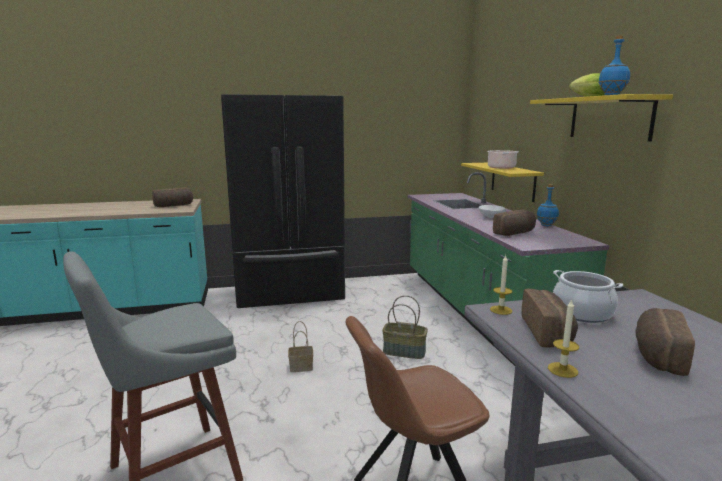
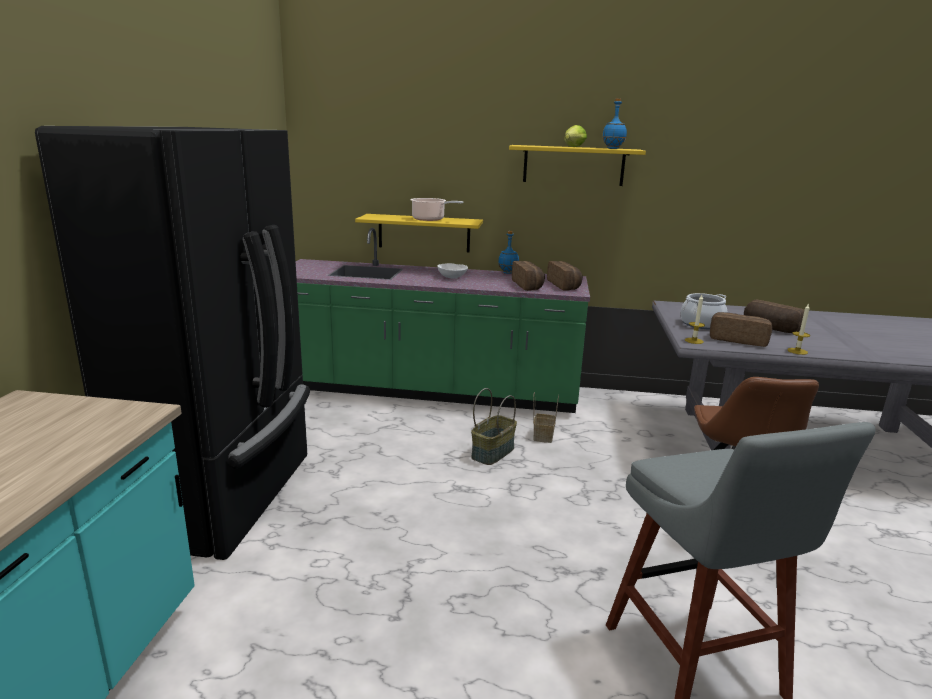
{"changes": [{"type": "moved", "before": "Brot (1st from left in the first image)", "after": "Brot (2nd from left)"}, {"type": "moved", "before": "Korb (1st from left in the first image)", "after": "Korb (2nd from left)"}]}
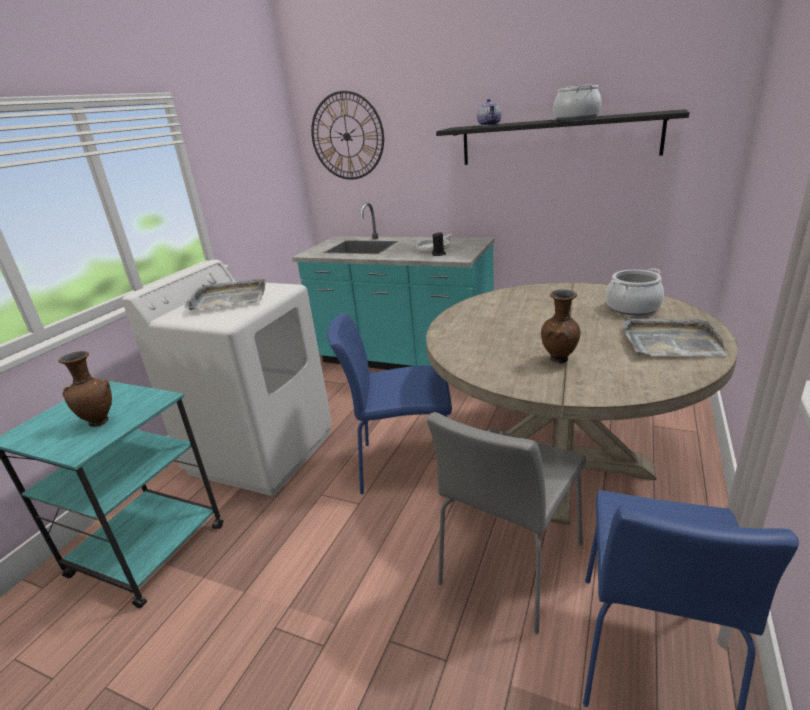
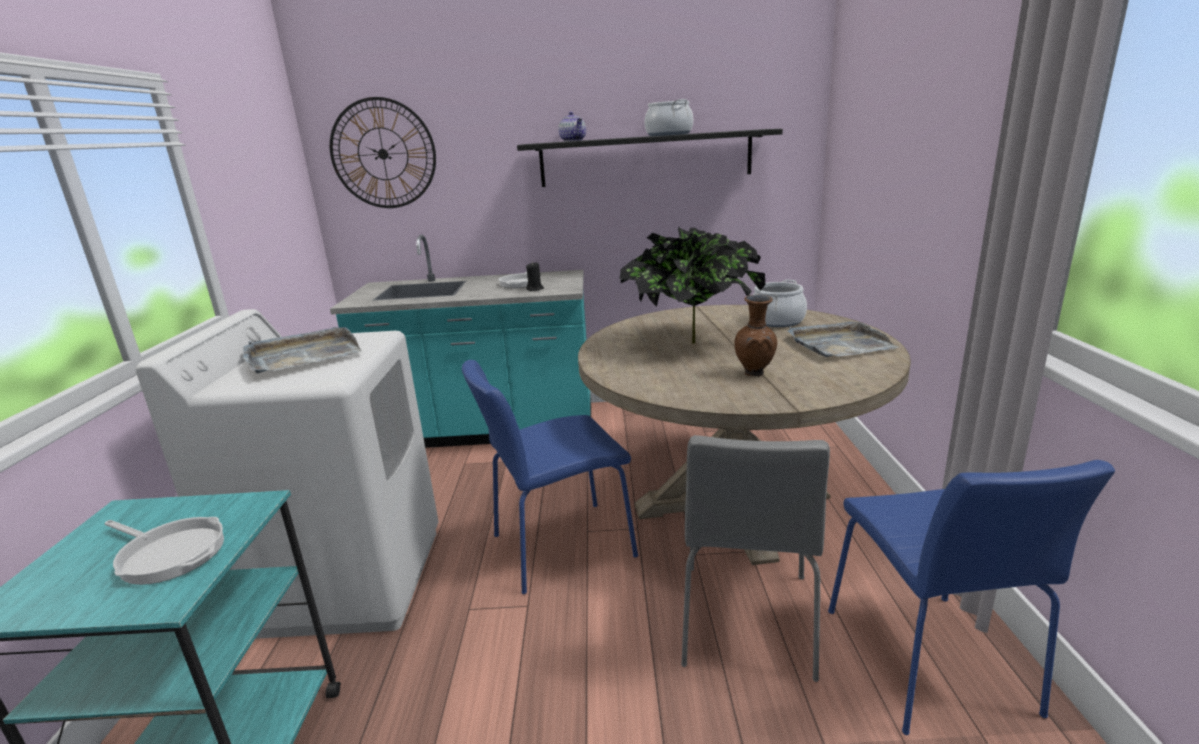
{"changes": [{"type": "replaced", "before": "Vase/braun (1st from left)", "after": "Pfanne (1st from left)"}, {"type": "added", "after": "Topfpflanze"}]}
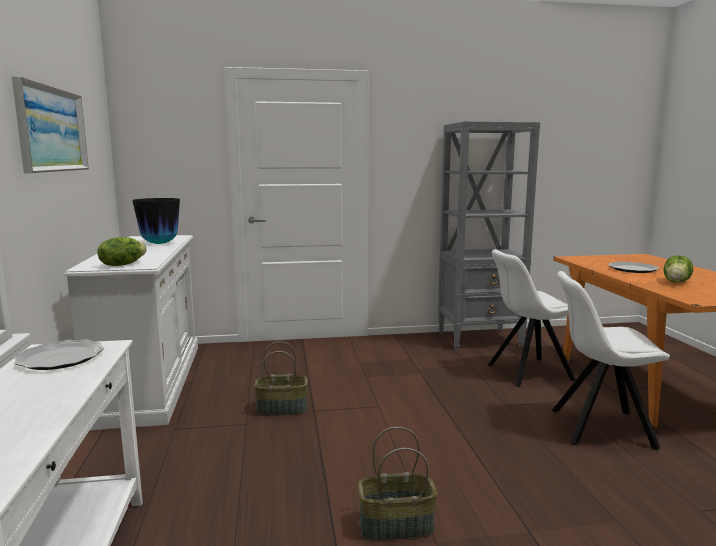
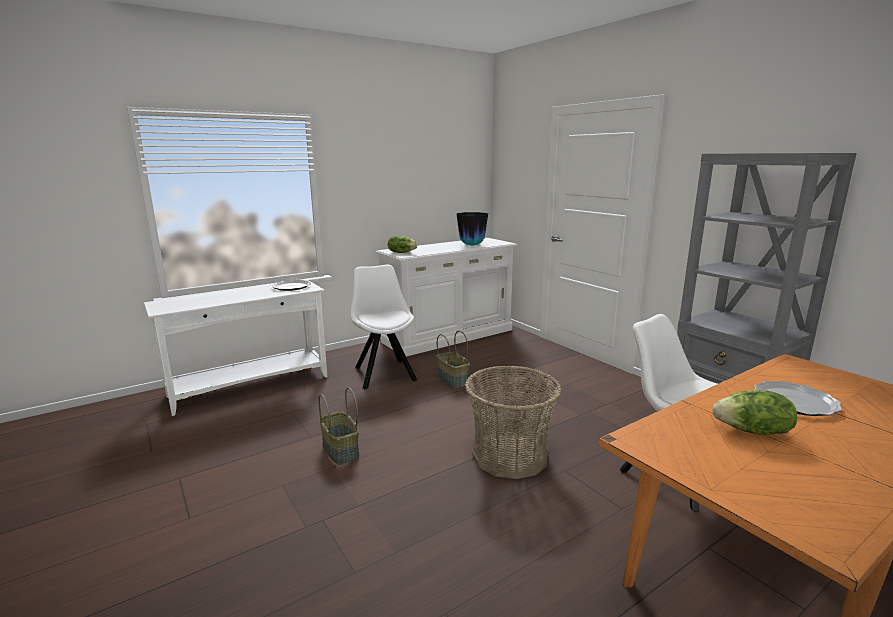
{"changes": [{"type": "removed", "before": "Bild"}, {"type": "moved", "before": "Stuhl/weiß (2nd from left in the first image)", "after": "Stuhl/weiß (1st from left)"}, {"type": "added", "after": "Korb (3rd from left)"}]}
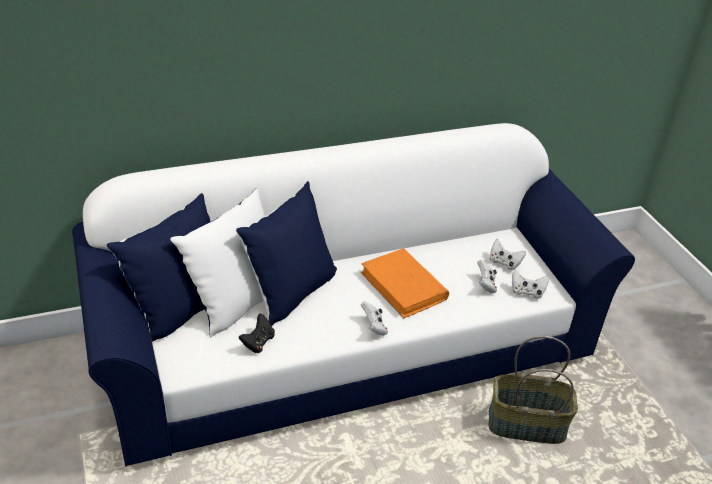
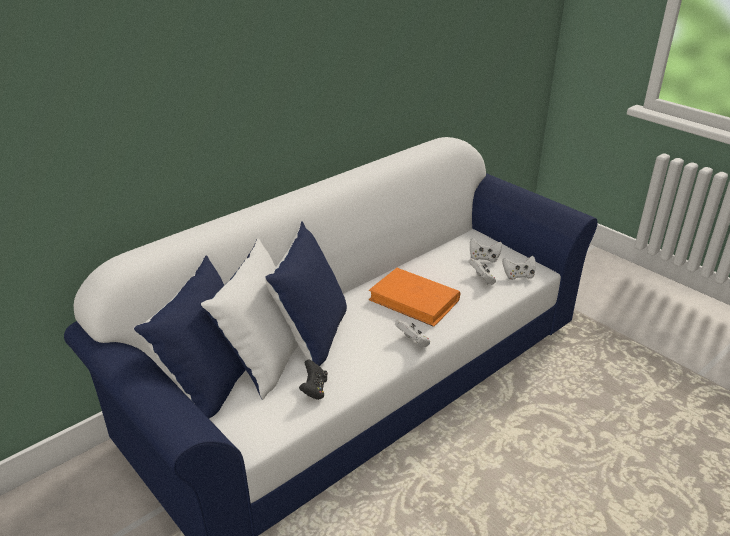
{"changes": [{"type": "removed", "before": "Korb"}]}
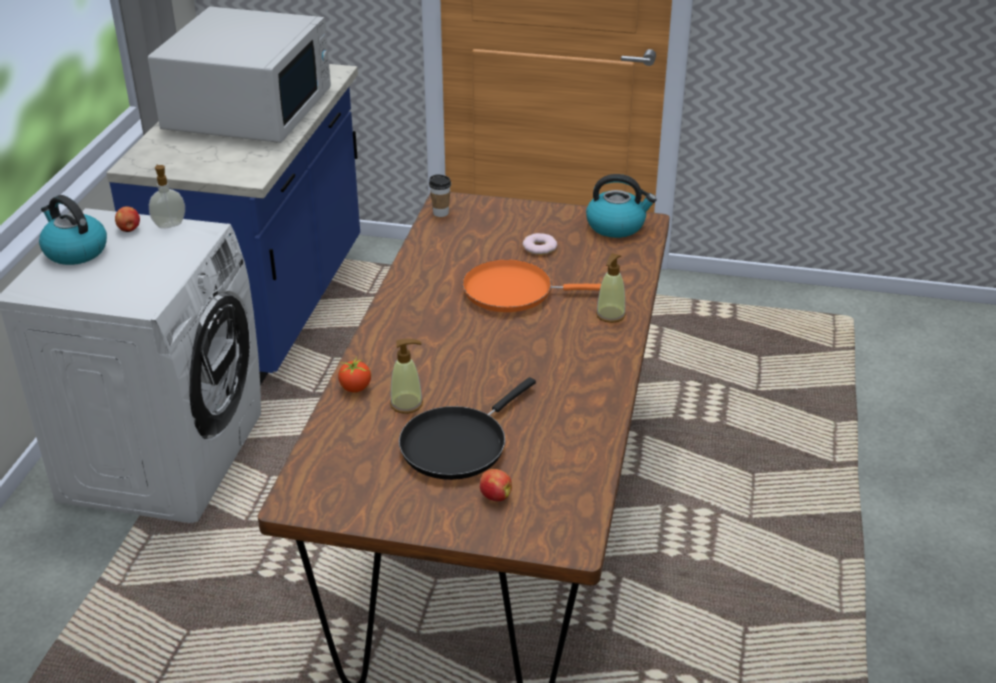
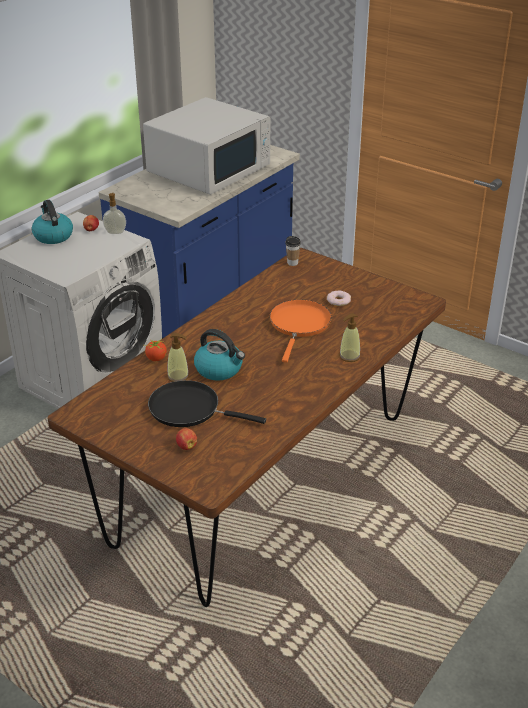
{"changes": [{"type": "moved", "before": "Wasserkessel (2nd from left)"}, {"type": "turned", "before": "Pfanne/orange", "turn": 75}, {"type": "turned", "before": "Pfanne/schwarz", "turn": 45}]}
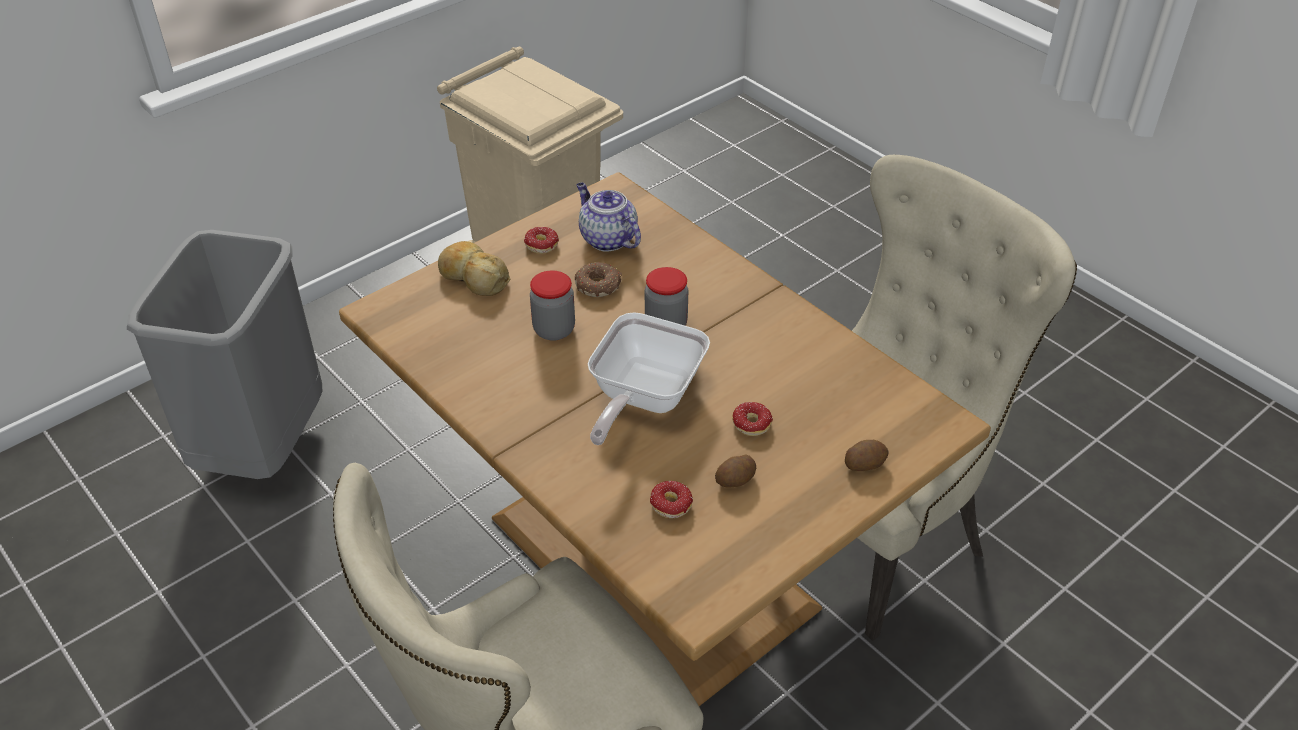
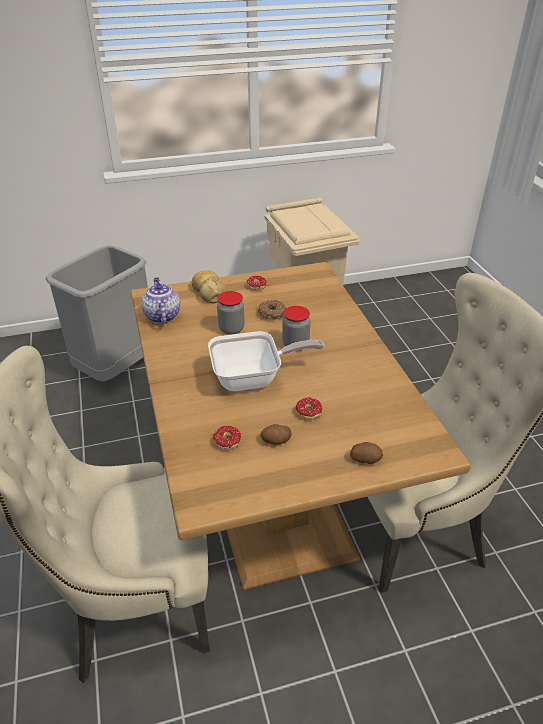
{"changes": [{"type": "moved", "before": "Teekanne"}, {"type": "turned", "before": "Pfanne", "turn": -150}]}
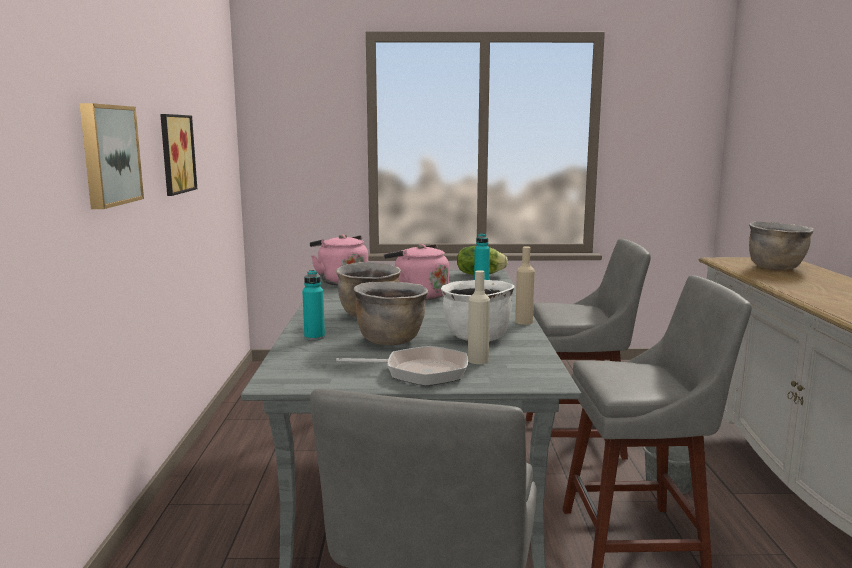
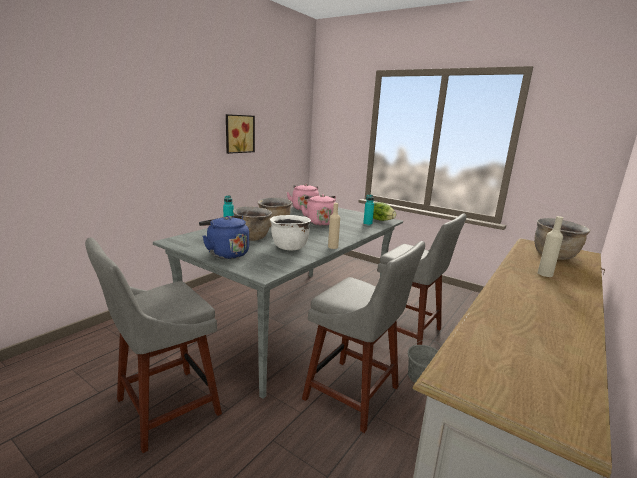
{"changes": [{"type": "removed", "before": "Bild (1st from left)"}, {"type": "moved", "before": "Flasche/beige (1st from left in the first image)", "after": "Flasche/beige (2nd from left)"}, {"type": "replaced", "before": "Pfanne", "after": "Wasserkessel/blau"}]}
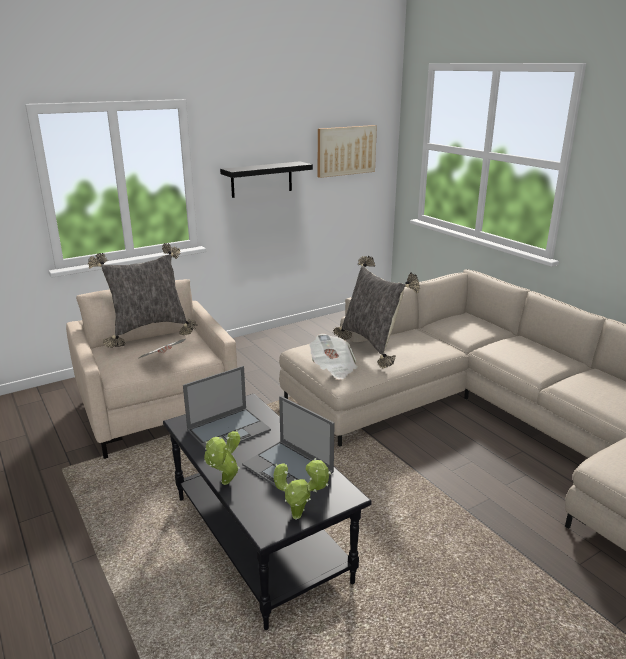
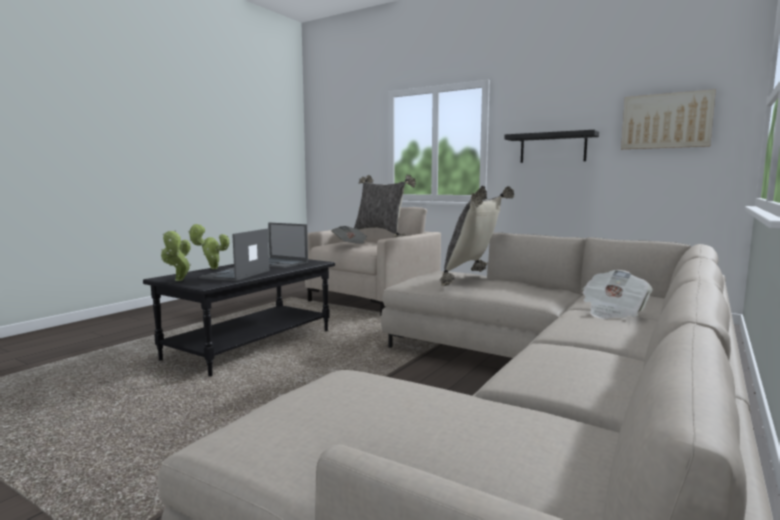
{"changes": [{"type": "moved", "before": "Zeitung (2nd from left)"}]}
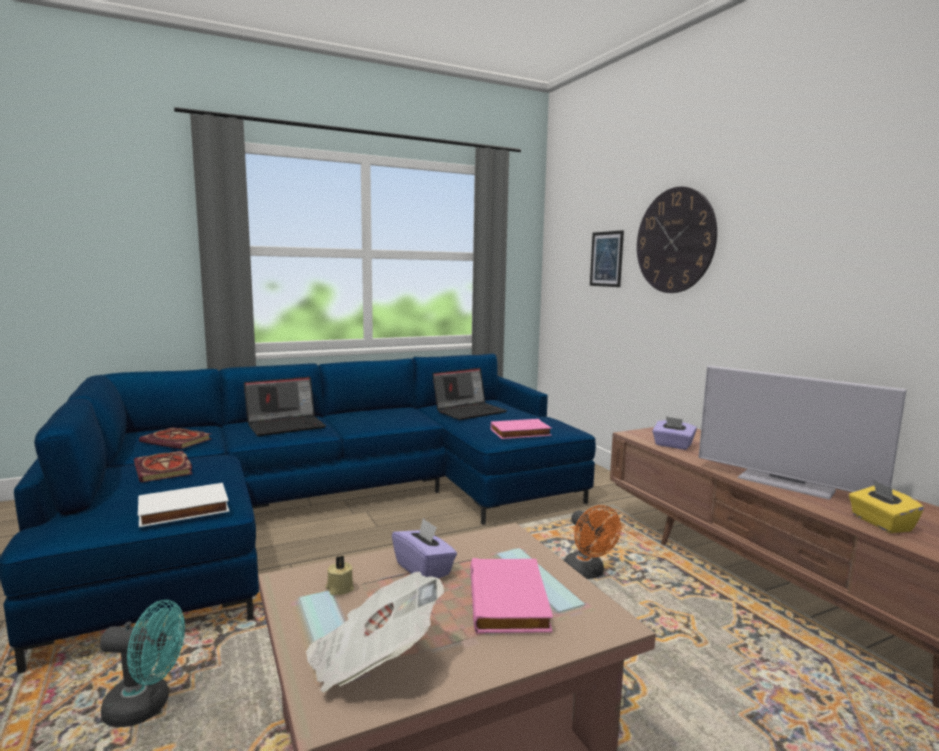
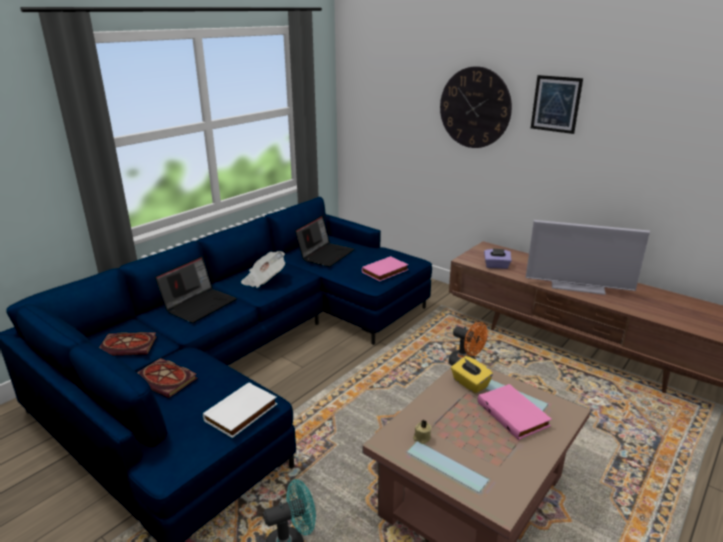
{"changes": [{"type": "moved", "before": "Bild"}, {"type": "moved", "before": "Taschentuchbox/gelb"}, {"type": "removed", "before": "Taschentuchbox/lila (1st from left)"}, {"type": "moved", "before": "Zeitung"}]}
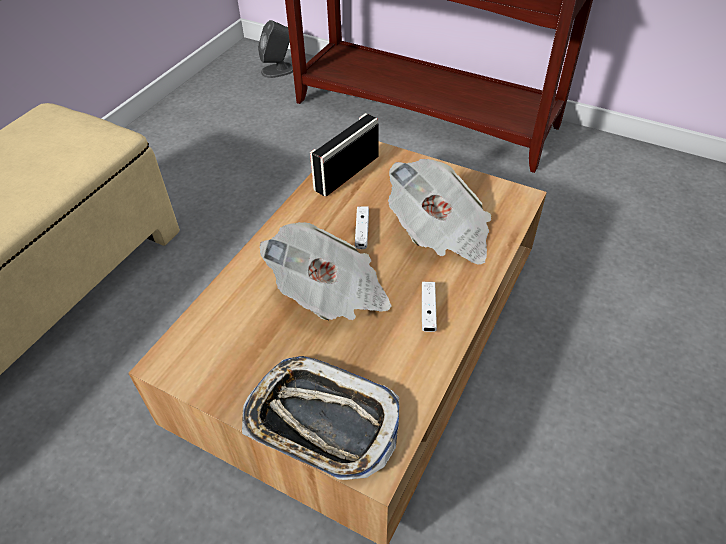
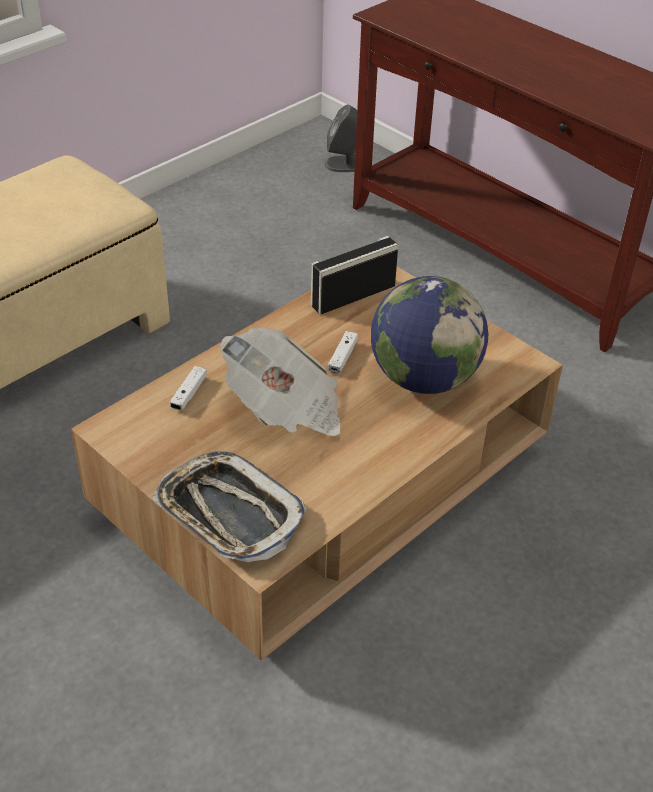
{"changes": [{"type": "replaced", "before": "Zeitung (2nd from left)", "after": "Globus"}, {"type": "moved", "before": "Gamepad/weiß (2nd from left in the first image)", "after": "Gamepad/weiß (1st from left)"}]}
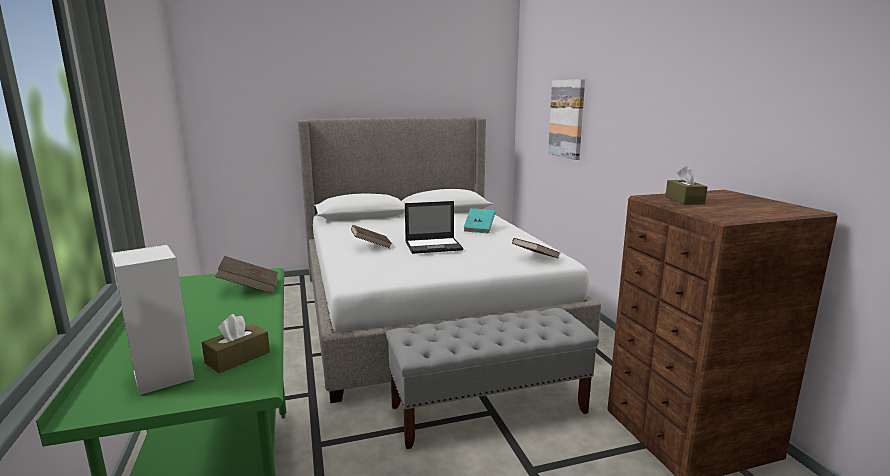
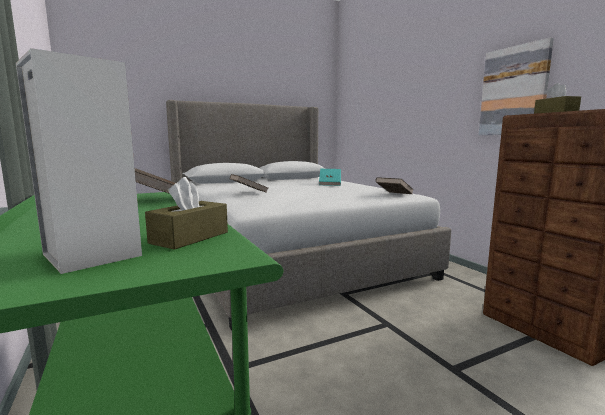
{"changes": [{"type": "moved", "before": "Bild"}, {"type": "removed", "before": "Laptop"}, {"type": "removed", "before": "Bank/grau"}]}
